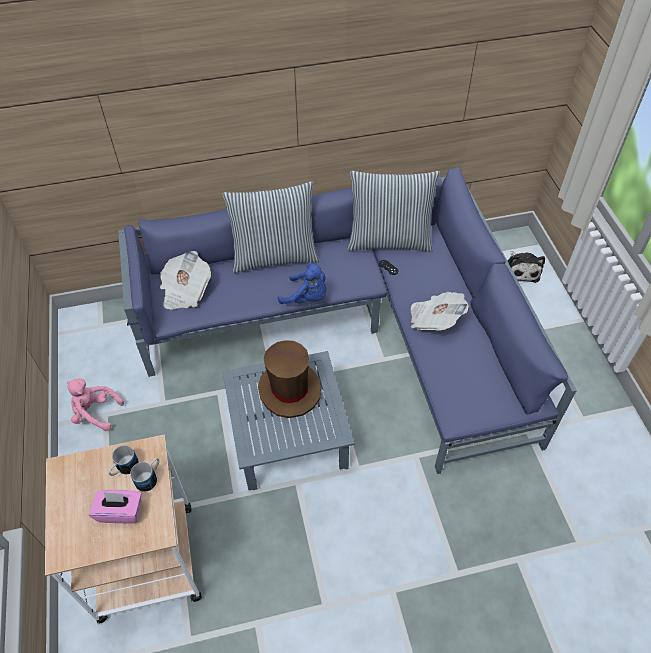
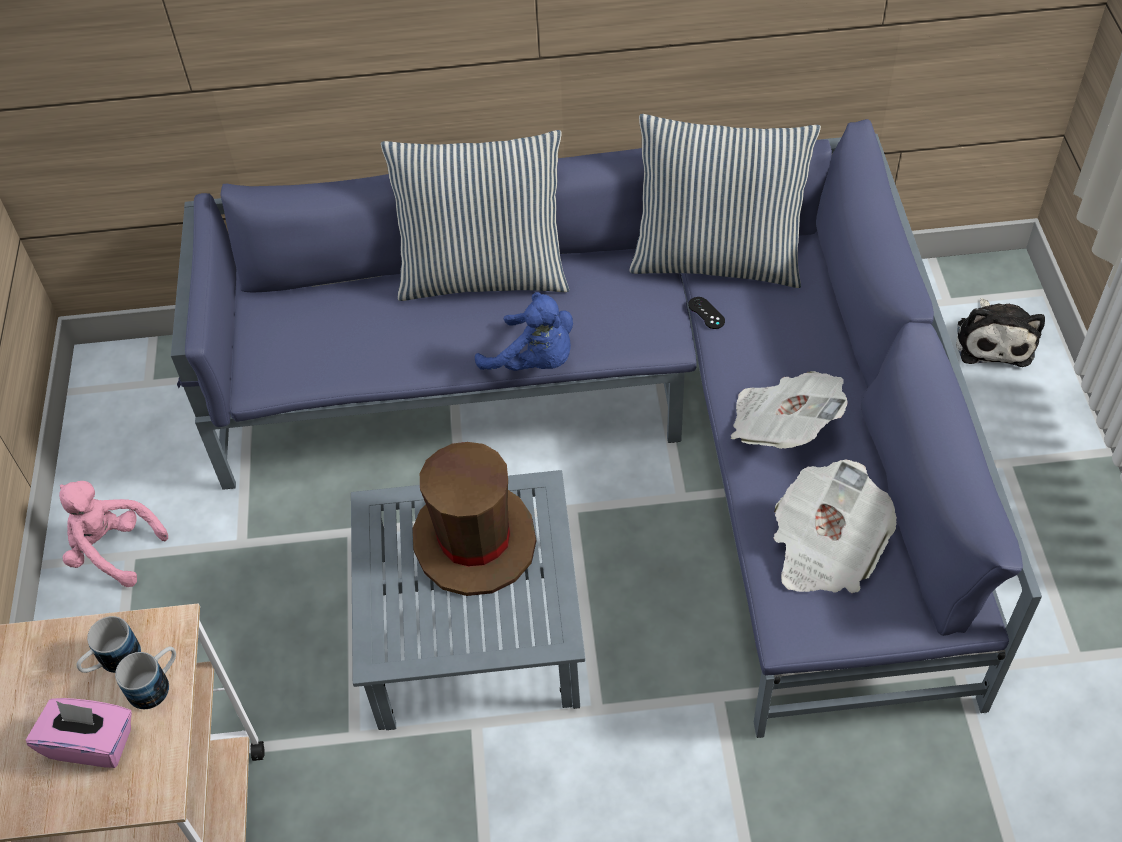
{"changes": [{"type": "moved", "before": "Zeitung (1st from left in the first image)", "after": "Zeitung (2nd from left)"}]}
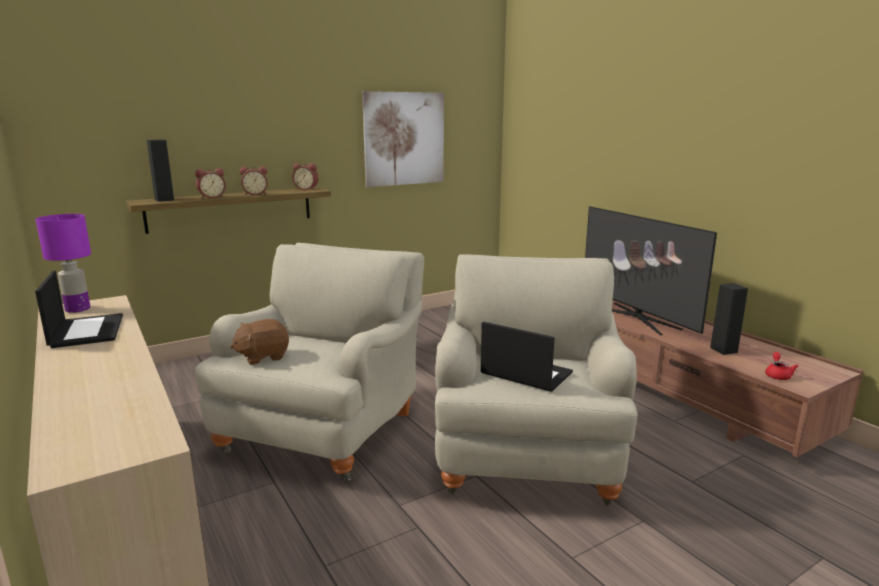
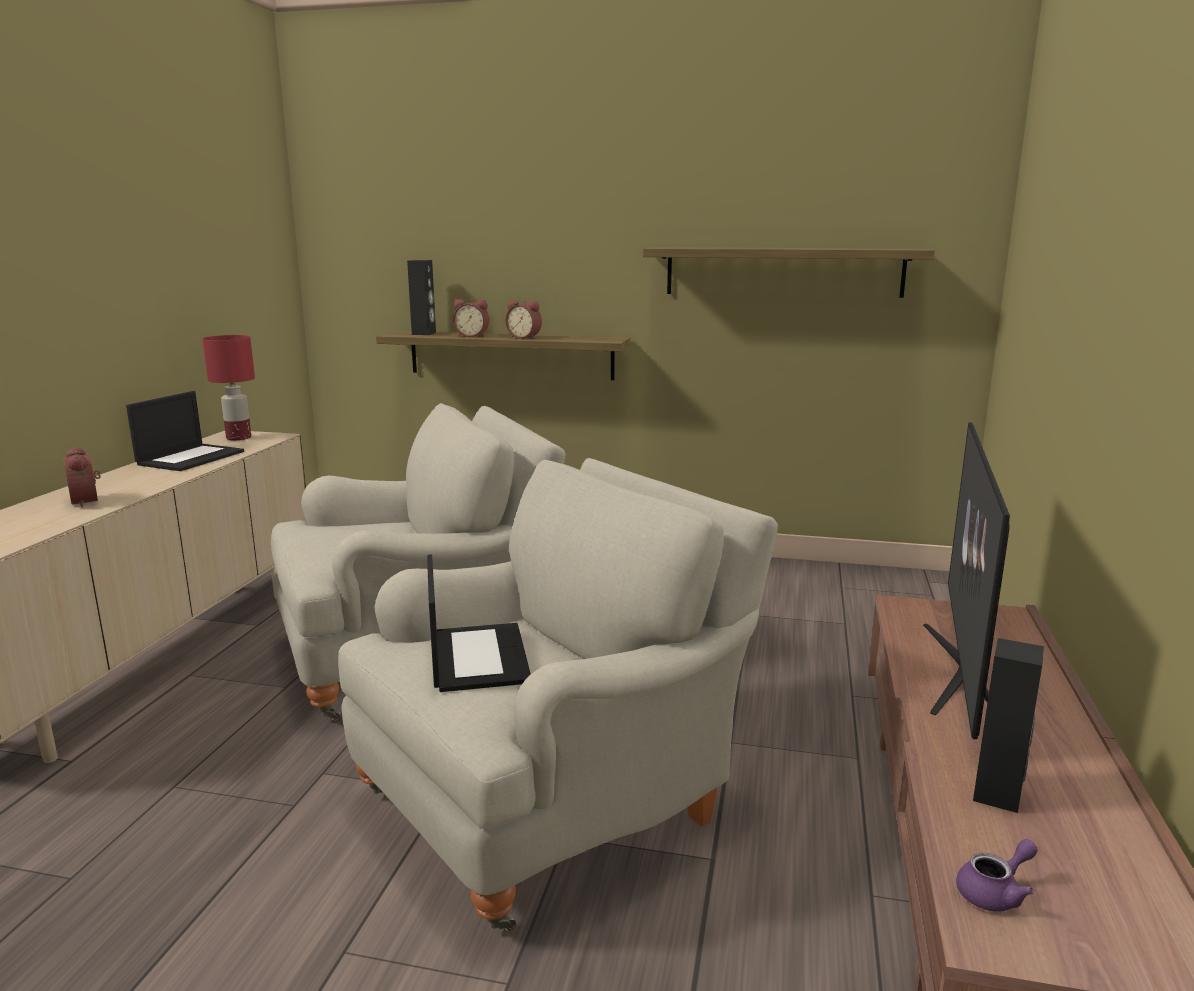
{"changes": [{"type": "replaced", "before": "Bild", "after": "Wandregal (2nd from left)"}, {"type": "moved", "before": "Wecker (3rd from left in the first image)", "after": "Wecker (1st from left)"}, {"type": "recoloured", "before": "Tischlampe/lila", "after": "Tischlampe/rot"}, {"type": "removed", "before": "Plüschtier/braun"}, {"type": "recoloured", "before": "Teekanne/rot", "after": "Teekanne/lila"}]}
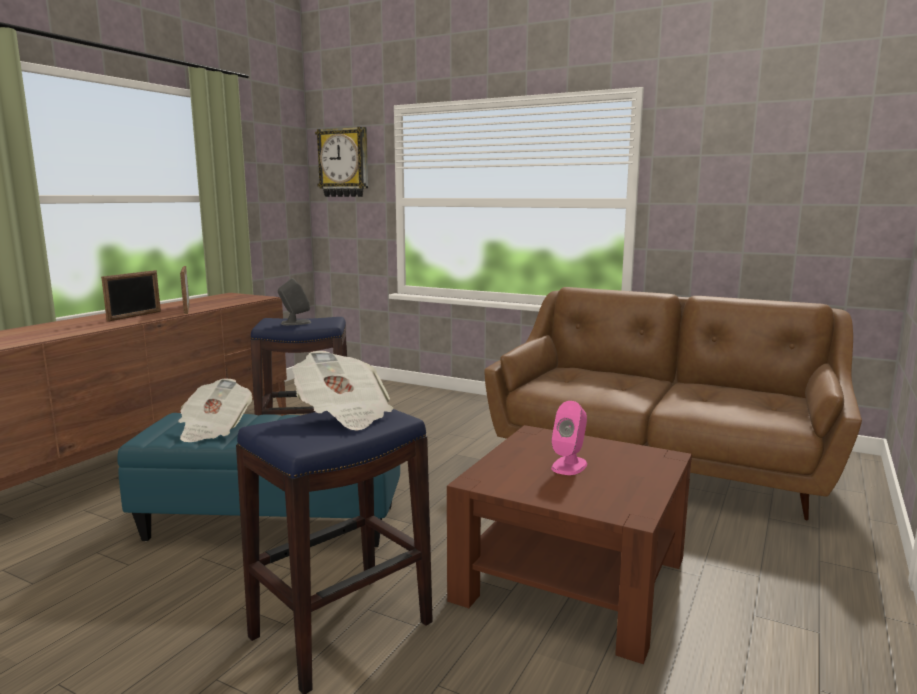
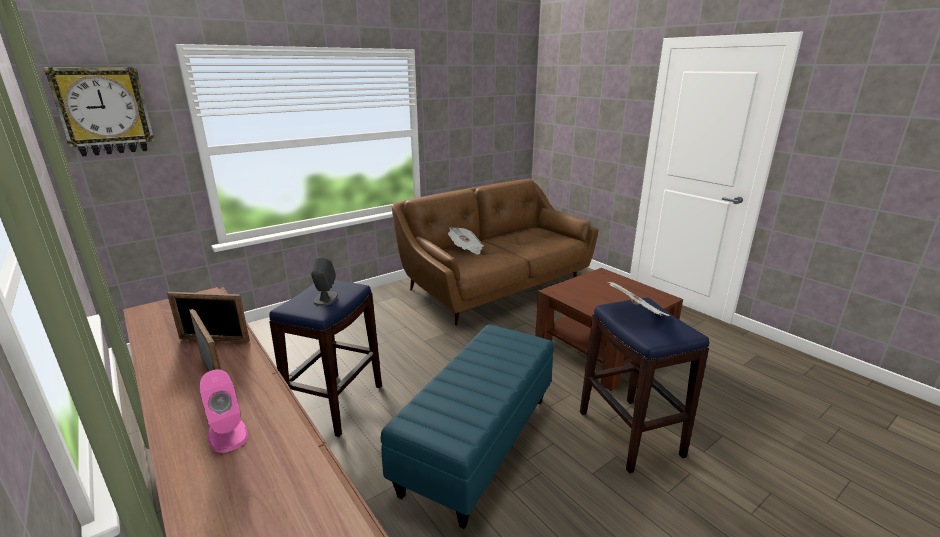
{"changes": [{"type": "moved", "before": "Zeitung (1st from left)"}, {"type": "moved", "before": "Lautsprecher/rosa"}]}
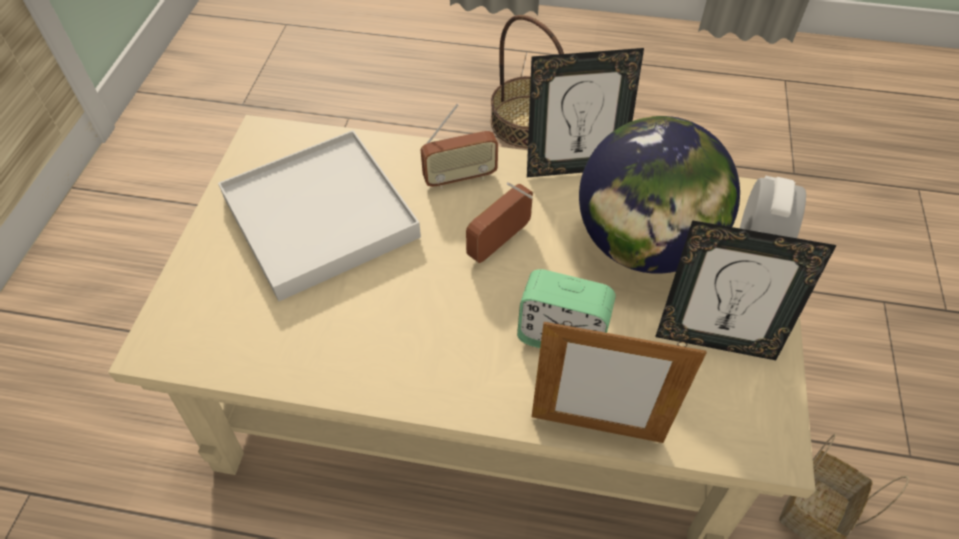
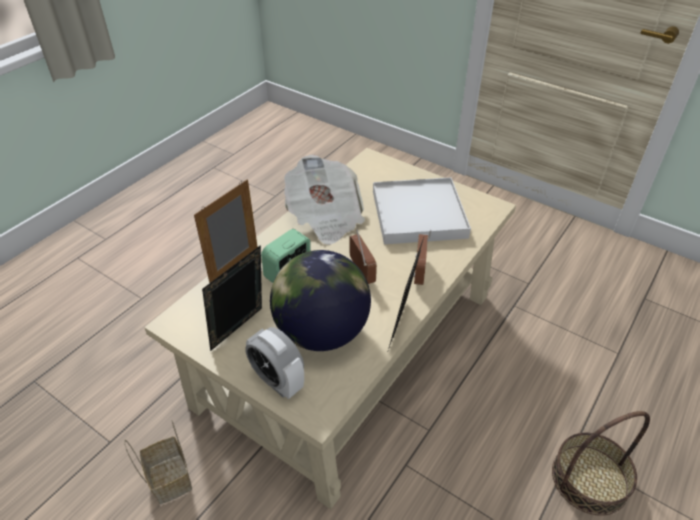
{"changes": [{"type": "added", "after": "Zeitung"}]}
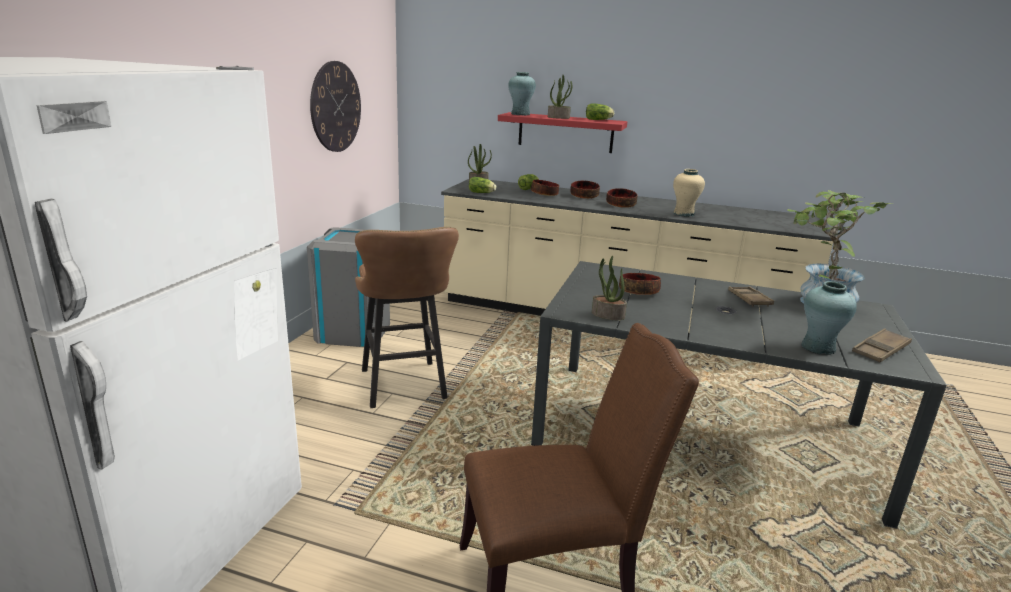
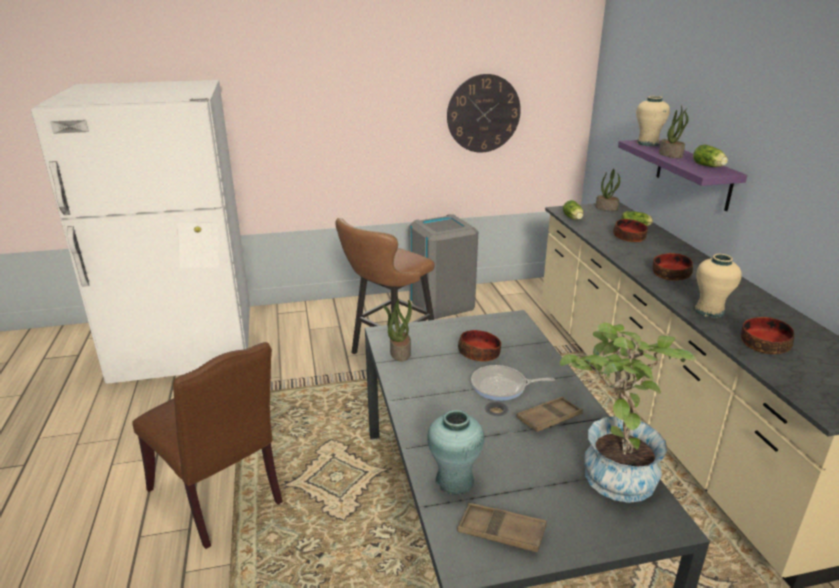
{"changes": [{"type": "recoloured", "before": "Vase/türkis (1st from left)", "after": "Vase/beige (1st from left)"}, {"type": "recoloured", "before": "Wandregal/rot", "after": "Wandregal/lila"}, {"type": "moved", "before": "Schüssel (2nd from left in the first image)", "after": "Schüssel (4th from left)"}, {"type": "added", "after": "Pfanne"}]}
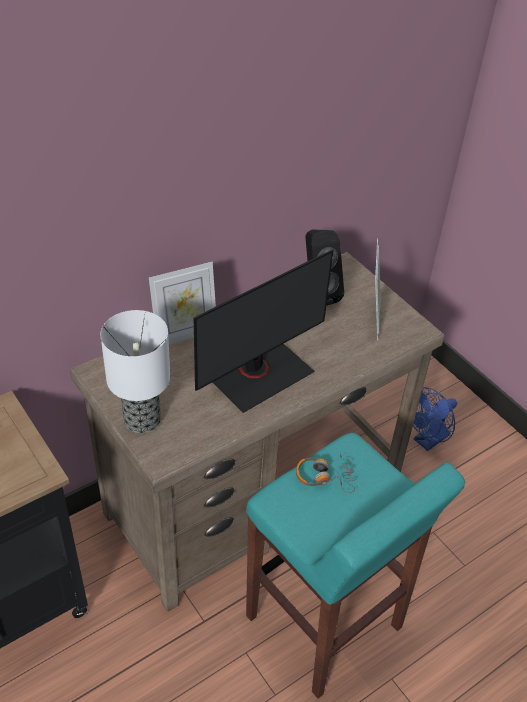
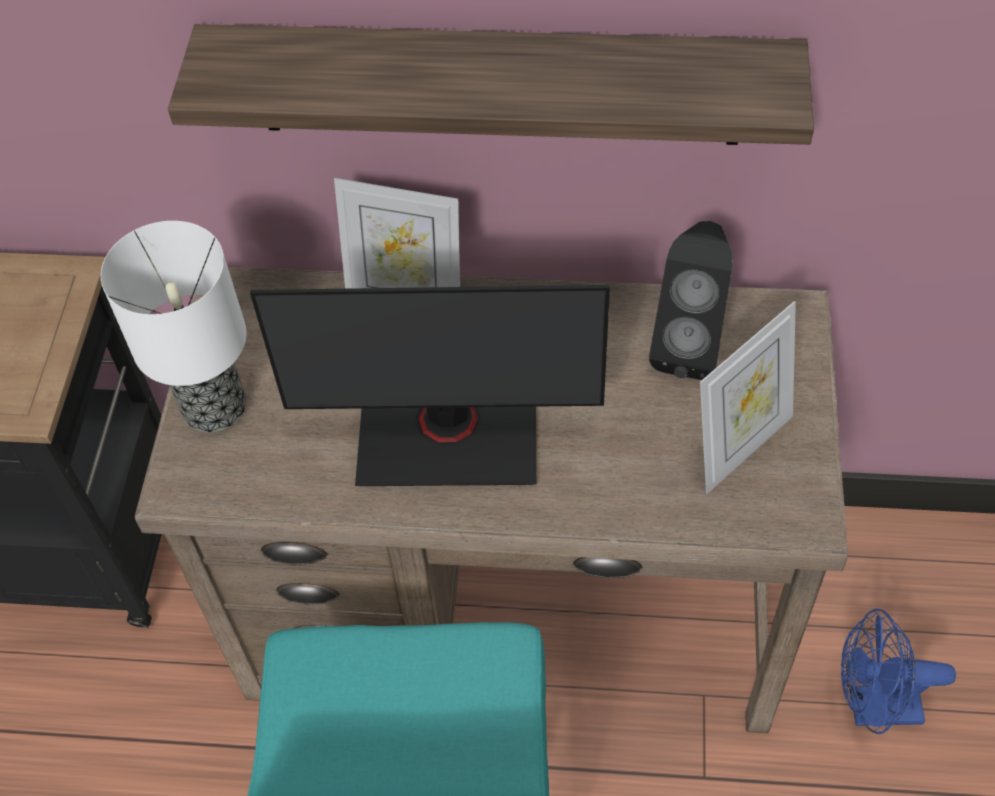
{"changes": [{"type": "removed", "before": "Kopfhörer"}, {"type": "added", "after": "Wandregal"}]}
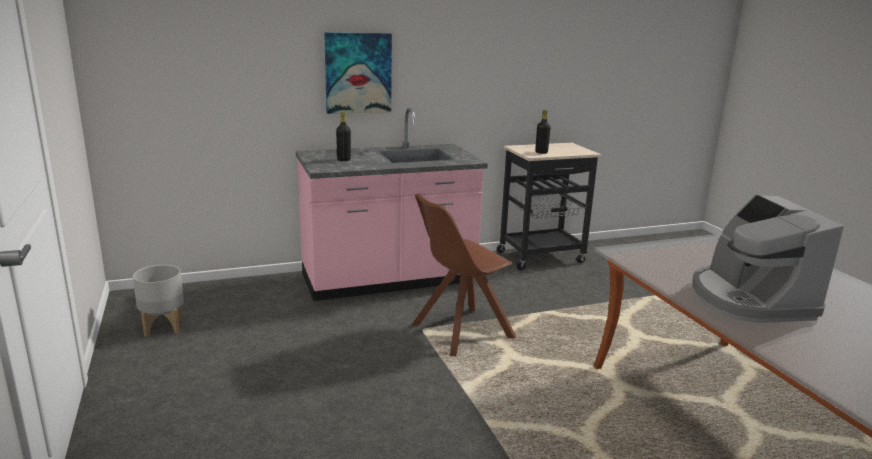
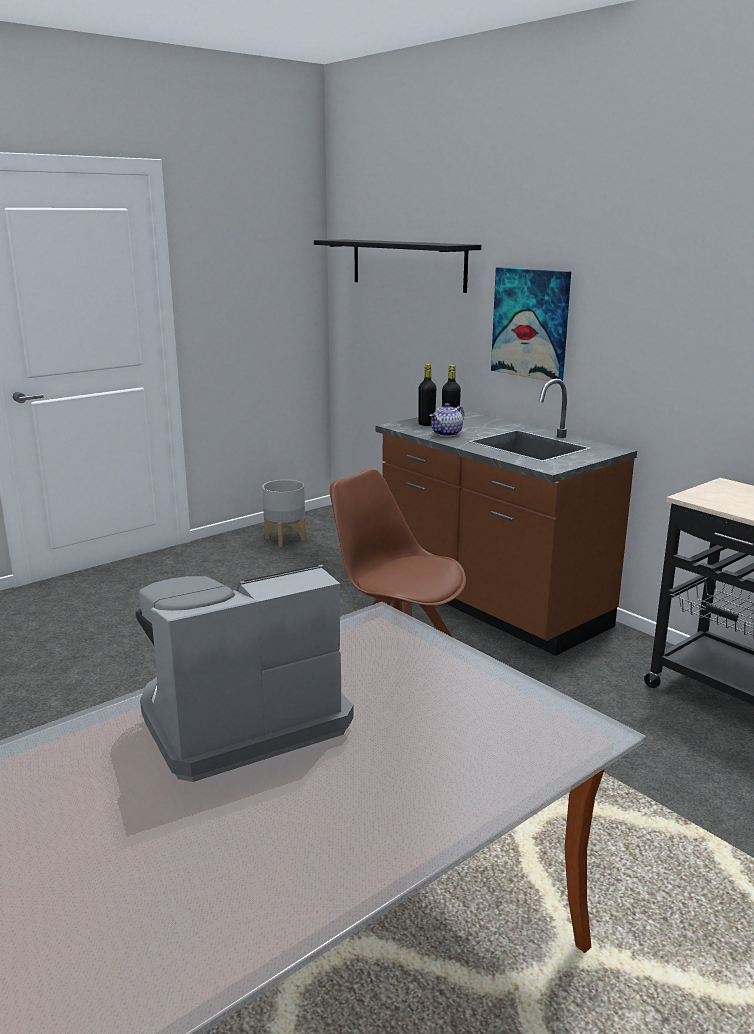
{"changes": [{"type": "recoloured", "before": "Küchenzeile/rosa", "after": "Küchenzeile/braun"}, {"type": "moved", "before": "Flasche/schwarz (2nd from left in the first image)", "after": "Flasche/schwarz (1st from left)"}, {"type": "added", "after": "Wandregal/schwarz"}, {"type": "added", "after": "Teekanne"}]}
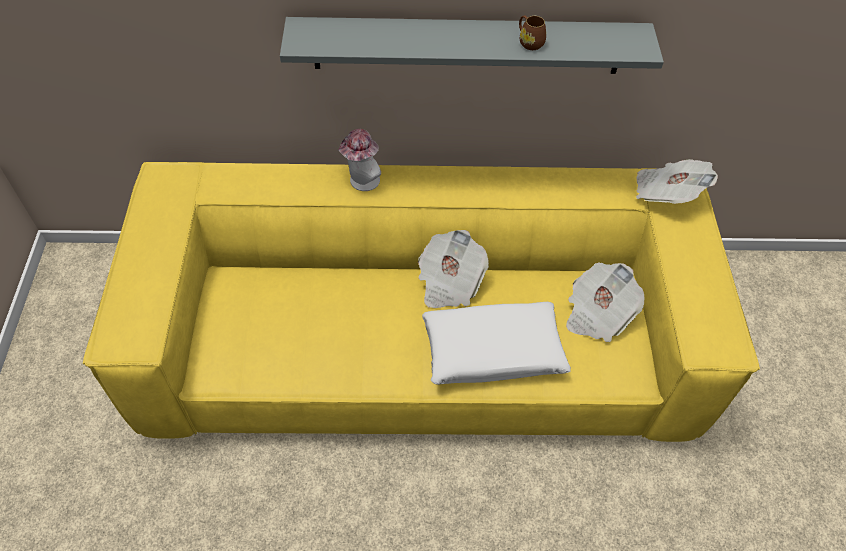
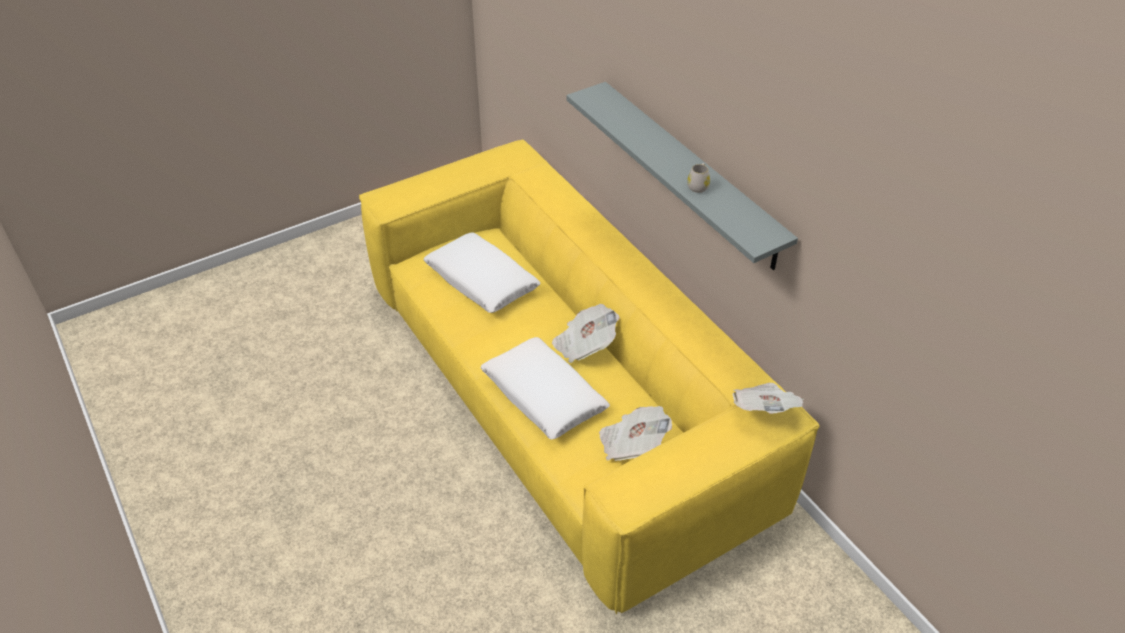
{"changes": [{"type": "recoloured", "before": "Henkelbecher/braun", "after": "Henkelbecher/weiß"}, {"type": "removed", "before": "Hut"}, {"type": "added", "after": "Kissen/weiß (1st from left)"}]}
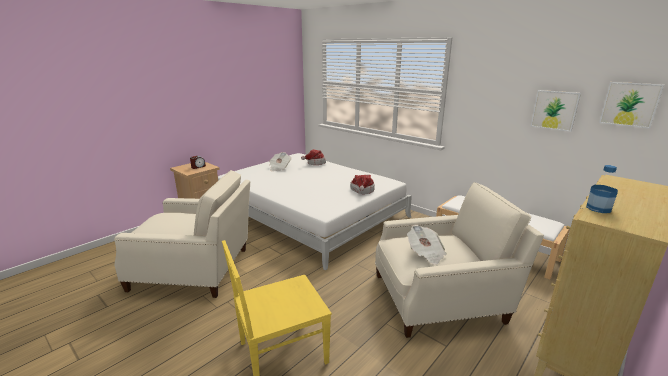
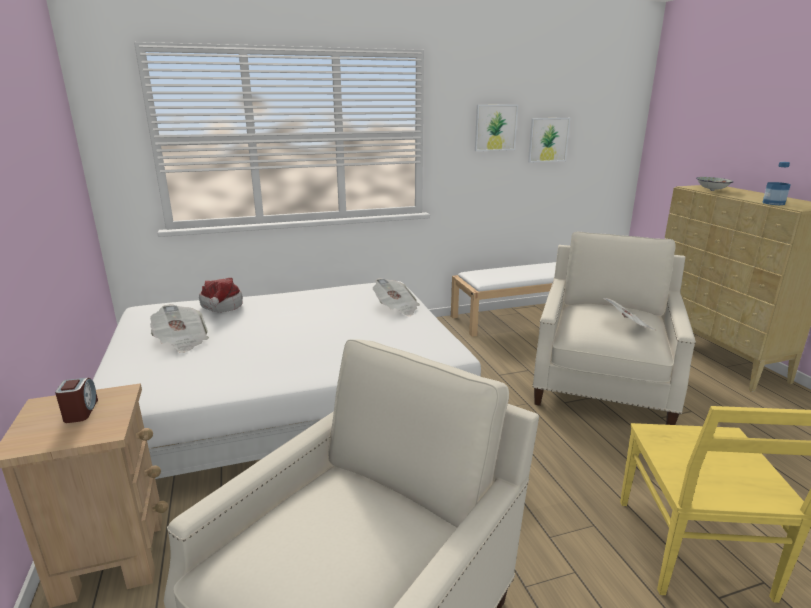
{"changes": [{"type": "moved", "before": "Bild (2nd from left in the first image)", "after": "Bild (1st from left)"}, {"type": "replaced", "before": "Hut (2nd from left)", "after": "Zeitung (2nd from left)"}, {"type": "added", "after": "Schüssel"}]}
